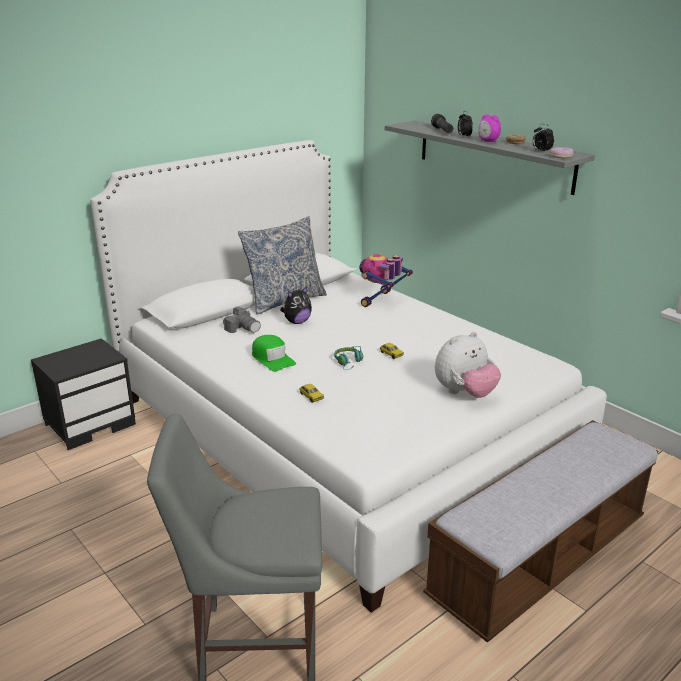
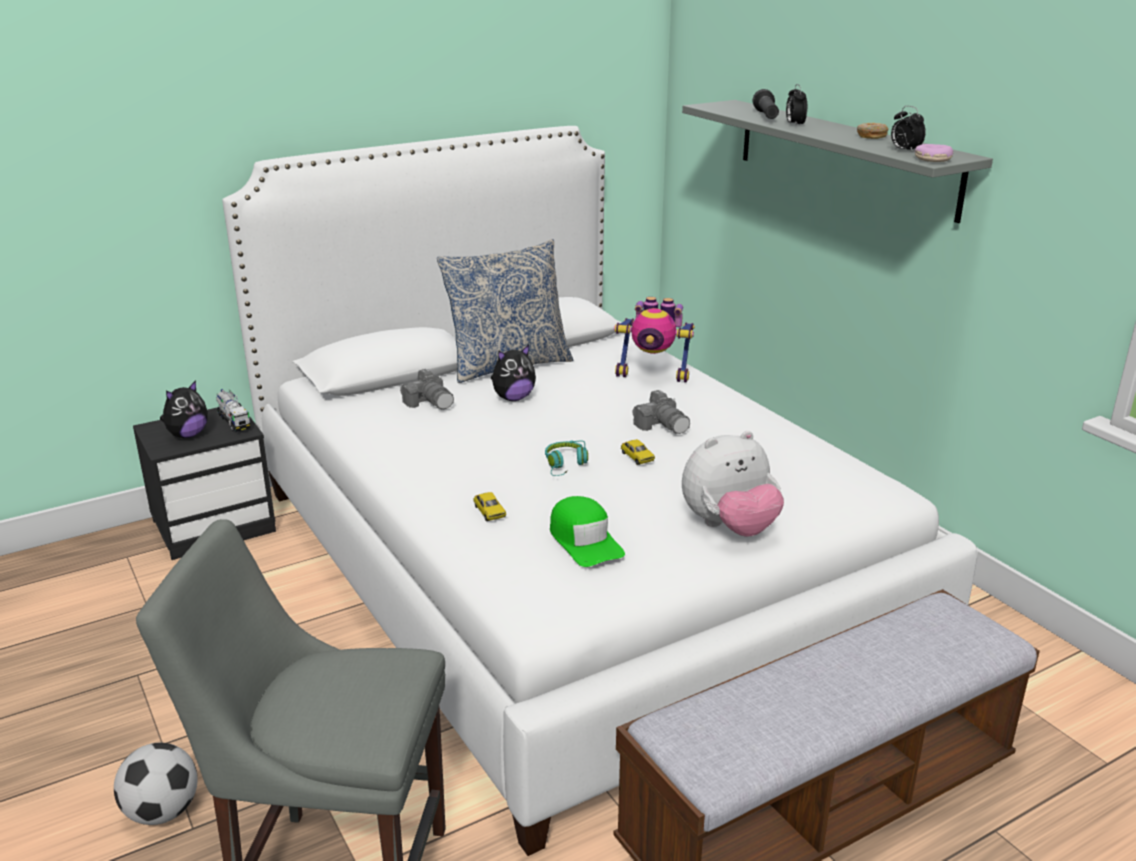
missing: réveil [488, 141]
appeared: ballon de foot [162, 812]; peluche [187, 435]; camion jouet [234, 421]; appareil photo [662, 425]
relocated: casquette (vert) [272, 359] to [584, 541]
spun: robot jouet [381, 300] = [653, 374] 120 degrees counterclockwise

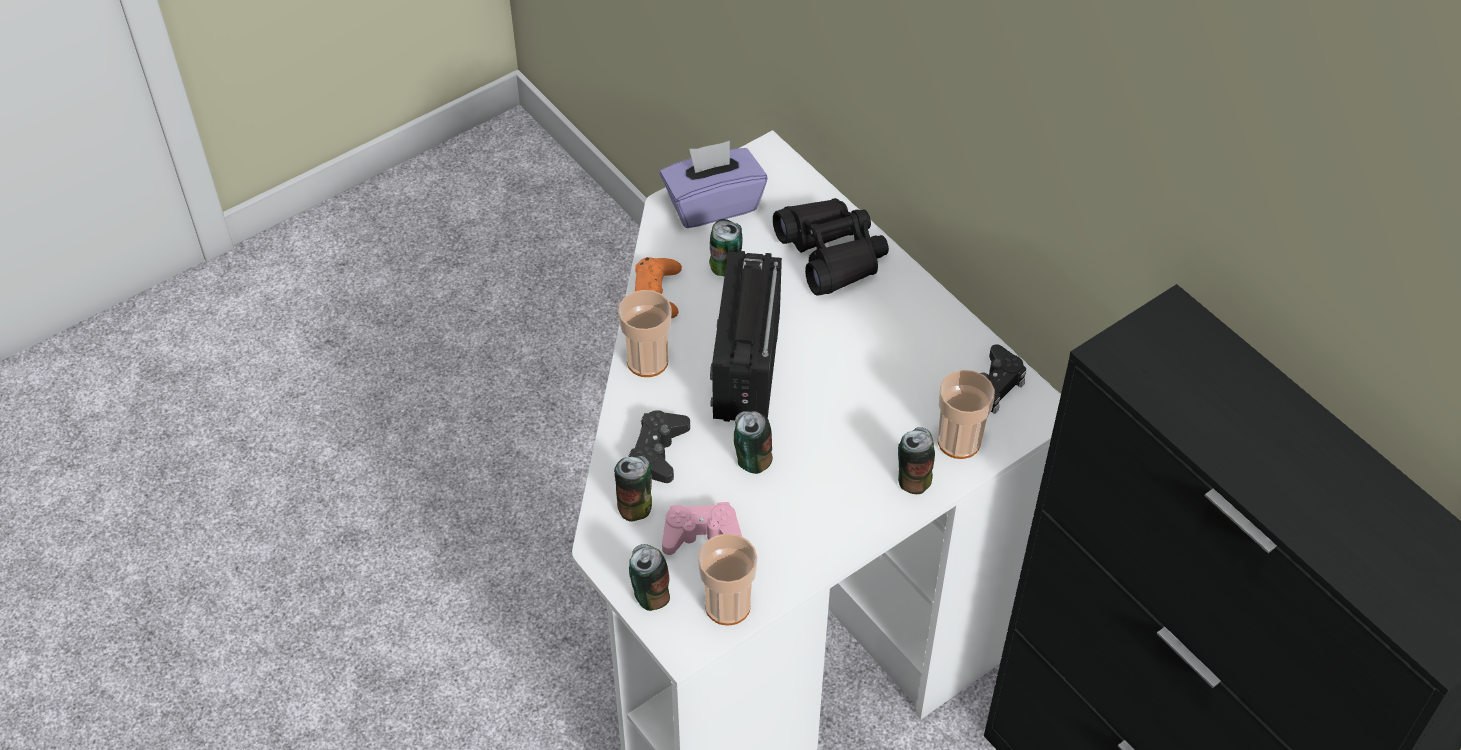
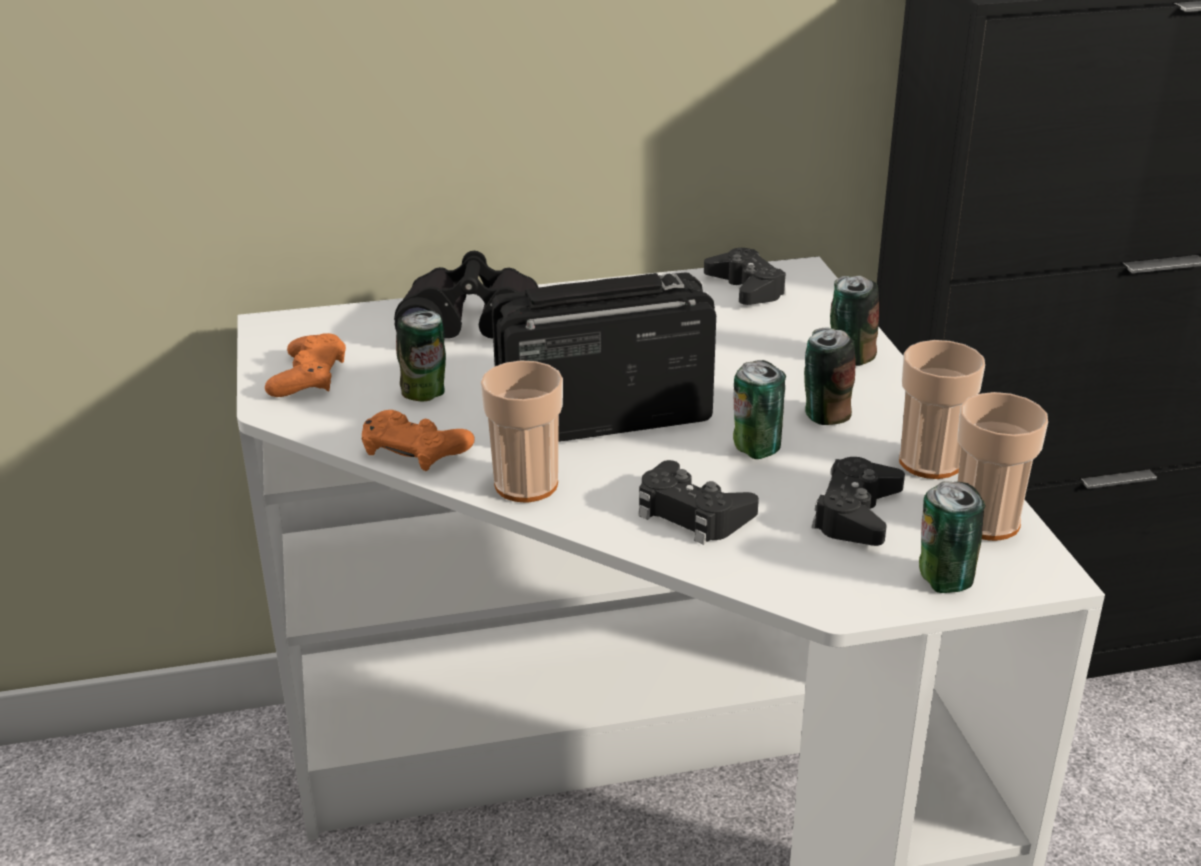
relocated: boîte métallique [635, 506] to [825, 415]; tasse [959, 441] to [930, 462]
exchanged: boîte à mouchoirs (violet) [713, 204] to manette (orange) [308, 377]
colour: manette (rose) [701, 534] to manette (noir) [856, 513]
spun: radio [746, 368] = [601, 417] 135 degrees clockwise

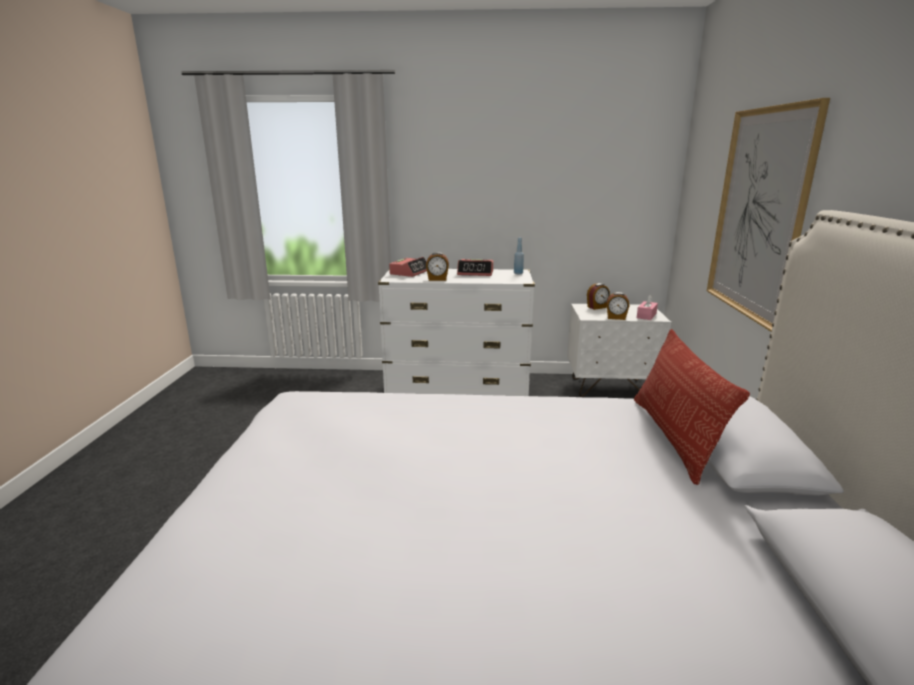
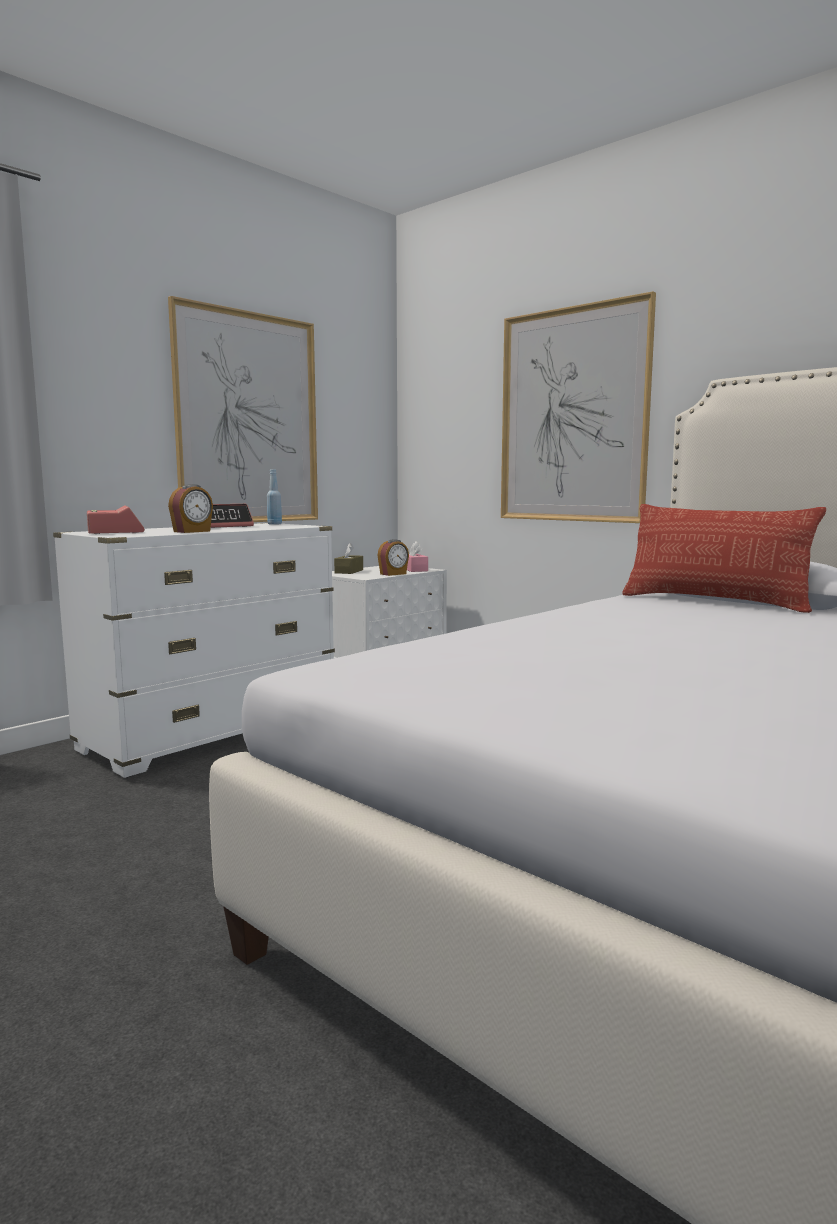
appeared: tableau [248, 419]
exchanged: réveil [597, 307] to boîte à mouchoirs (marron) [349, 571]

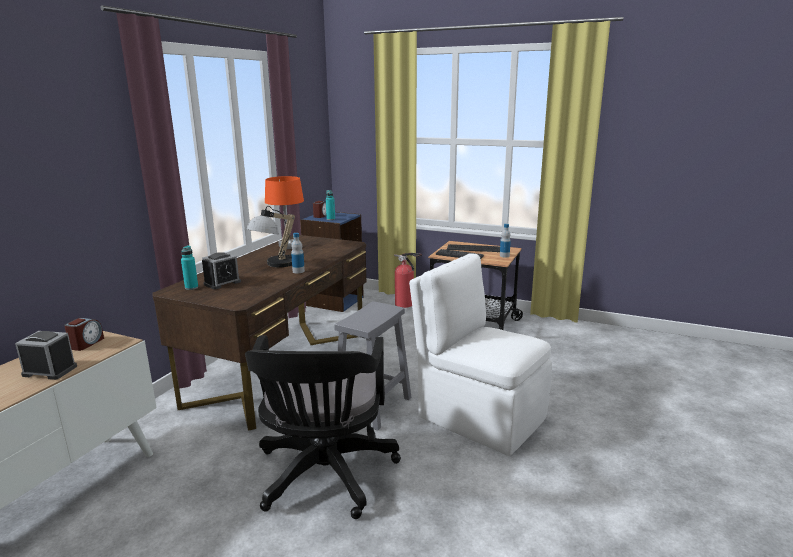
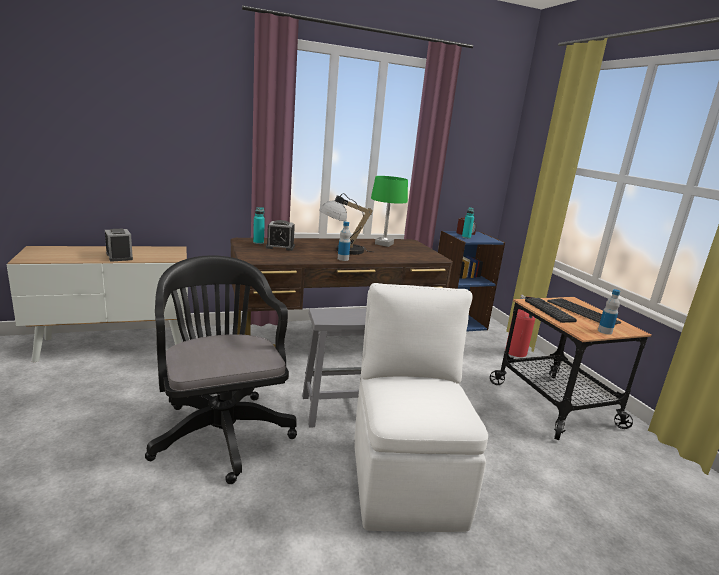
missing: réveil [86, 343]
colour: lampe de table (orange) [288, 247] to lampe de table (vert) [384, 244]
spun: chaise de bureau (noir) [324, 477] = [221, 430] 105 degrees clockwise

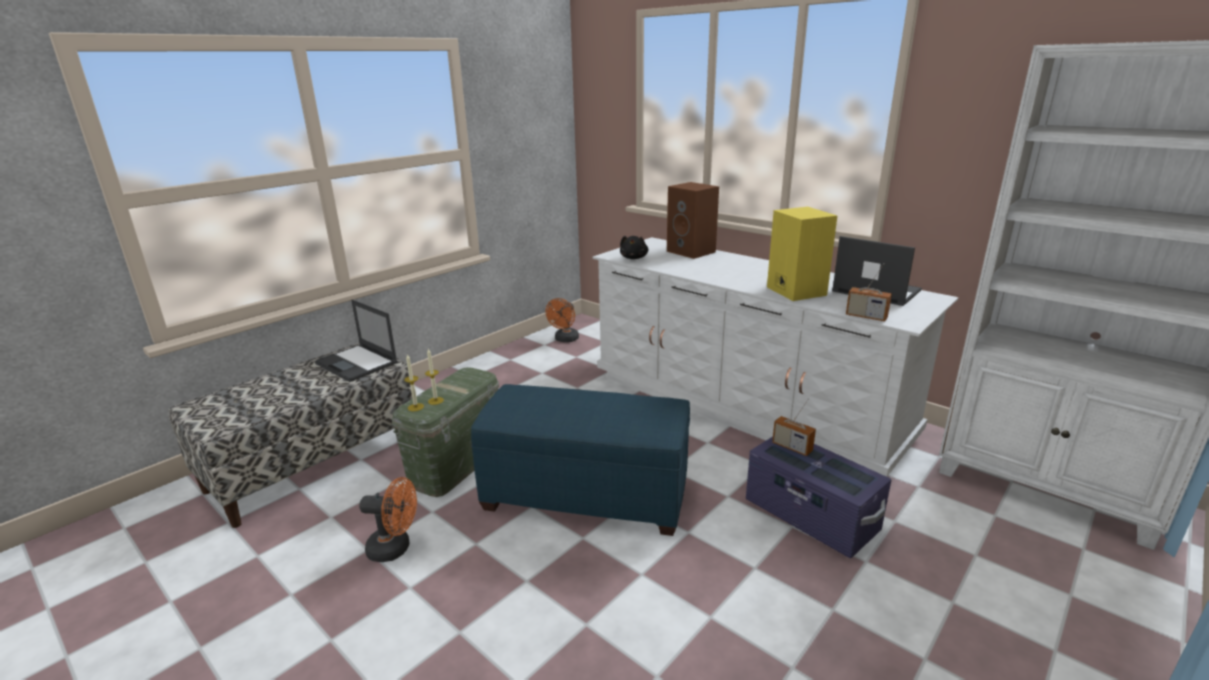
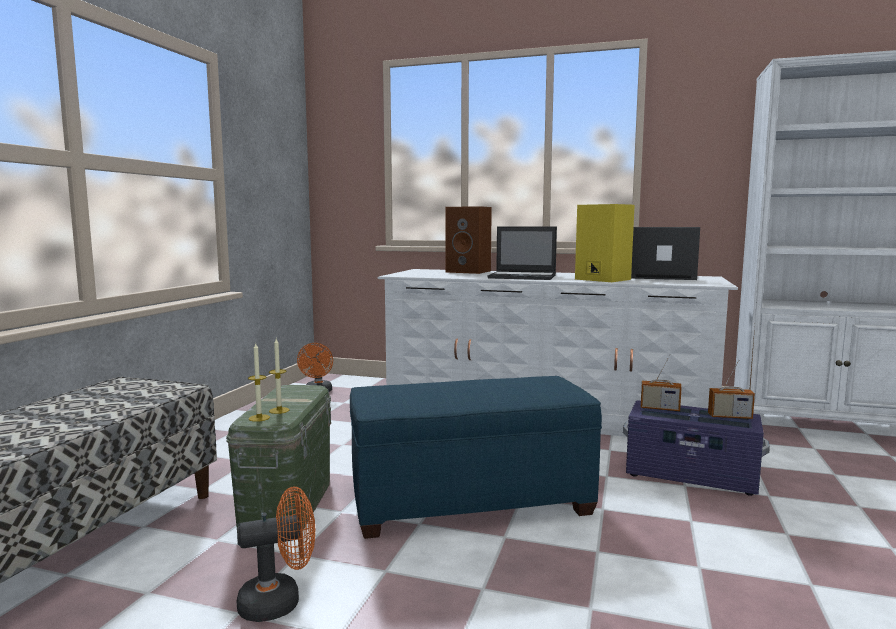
missing: peluche (noir) [634, 258]
relocated: ordinateur portable [357, 363] to [523, 277]; radio [866, 316] to [729, 416]

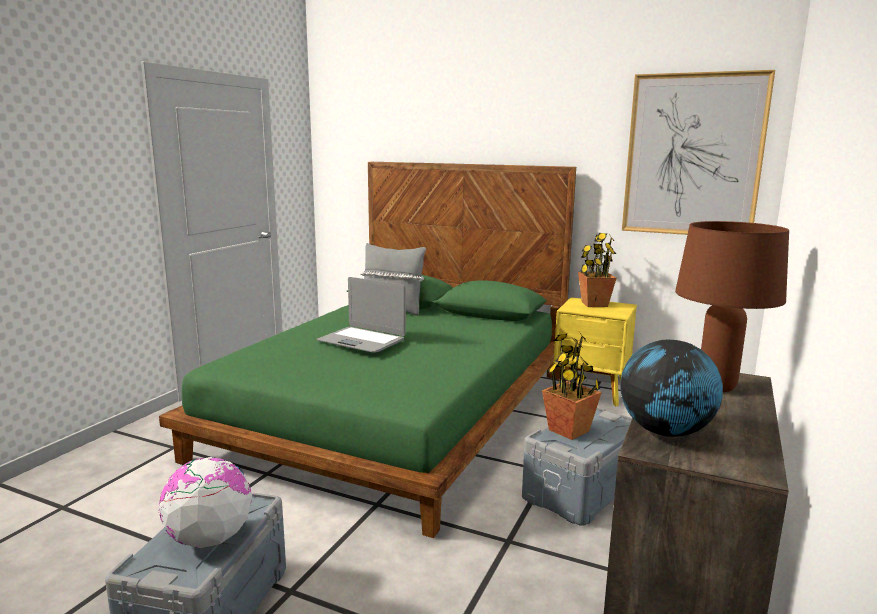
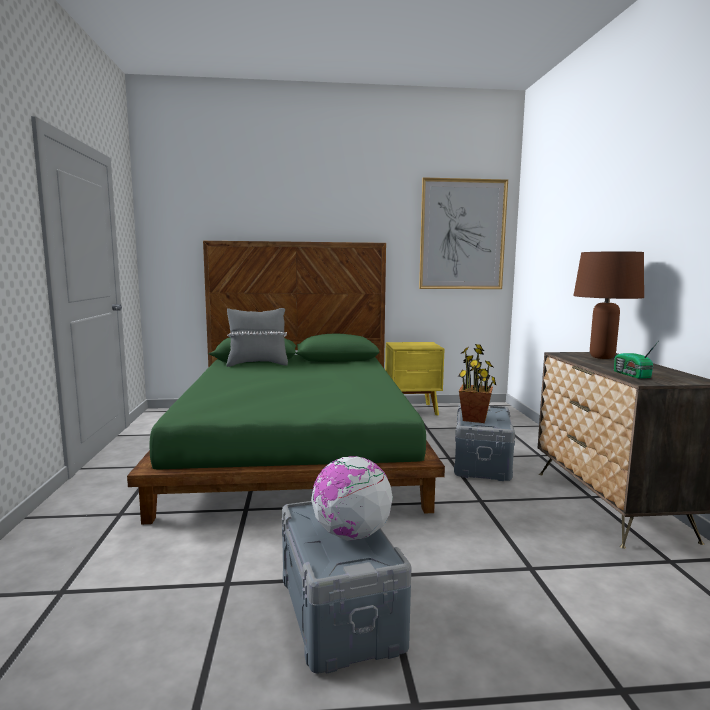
missing: ordinateur portable [362, 340]; plante en pot [594, 304]
exchanged: globe [665, 432] to radio [631, 375]

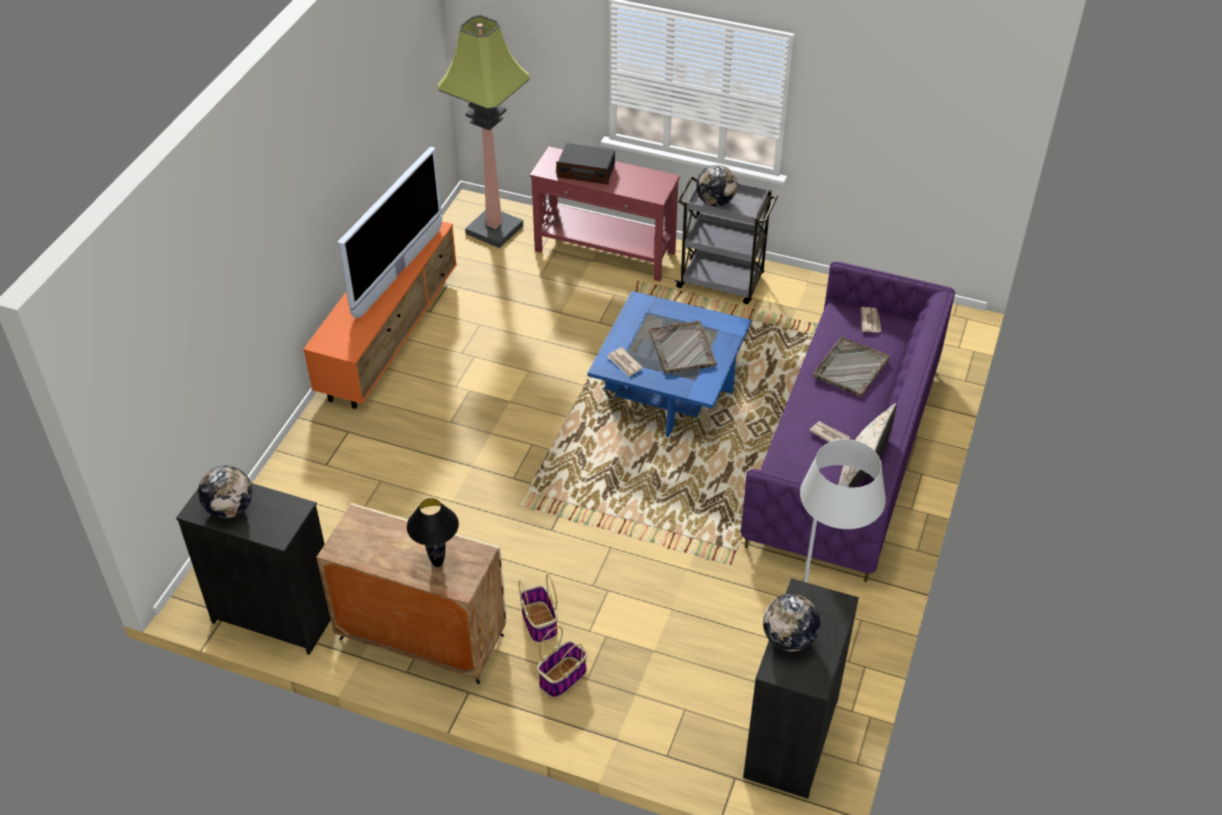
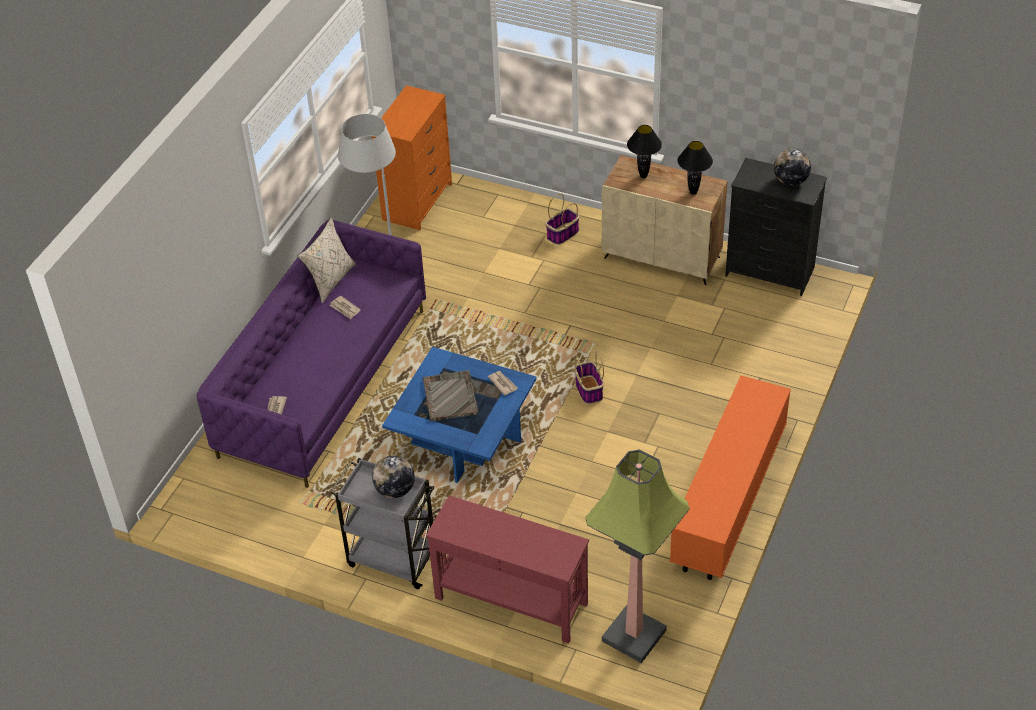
missing: téléviseur [398, 272]; radio [586, 171]; globe [789, 639]; plateau (gris) [850, 368]
appeared: lampe de table (noir) [693, 192]
relocated: panier [540, 622] to [588, 390]
colour: commode (noir) [790, 738] to commode (orange) [418, 202]

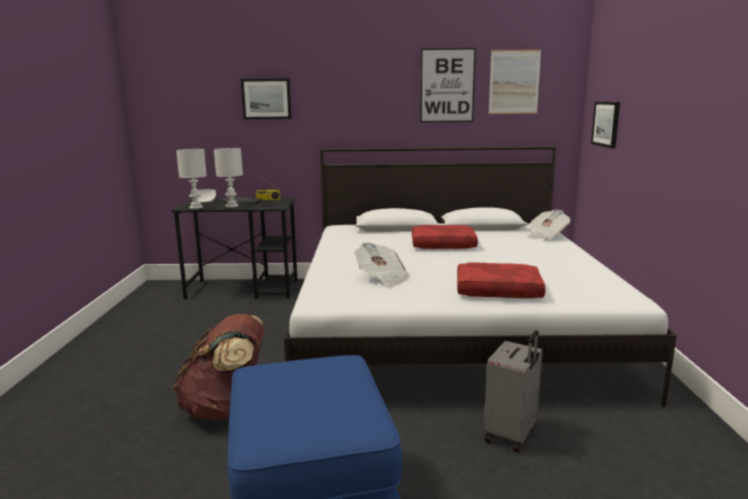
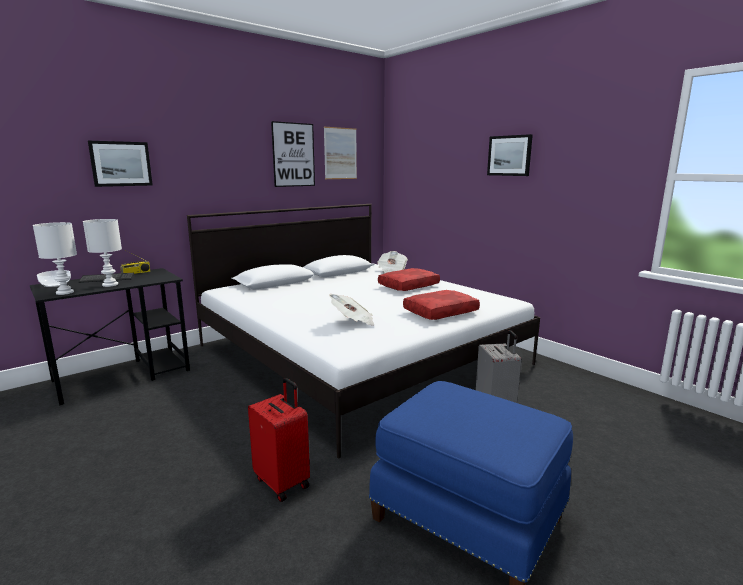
relocated: coussin (rouge) [443, 245] to [408, 286]; tableau [606, 124] to [509, 155]
exchanged: sac à dos (marron) [226, 408] to valise (rouge) [283, 482]

